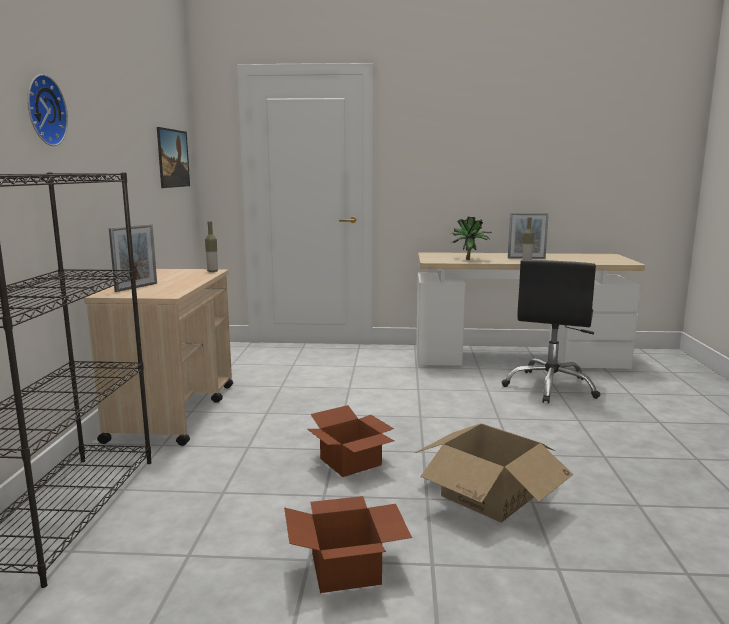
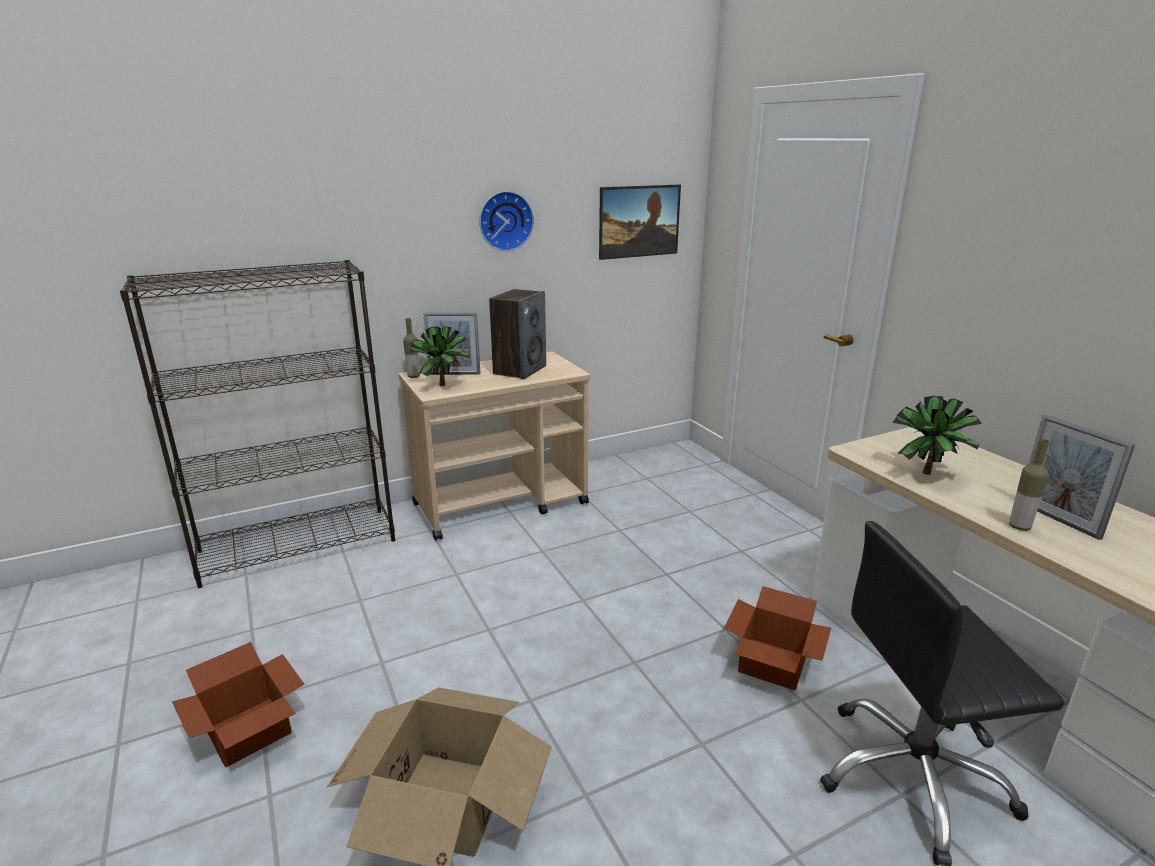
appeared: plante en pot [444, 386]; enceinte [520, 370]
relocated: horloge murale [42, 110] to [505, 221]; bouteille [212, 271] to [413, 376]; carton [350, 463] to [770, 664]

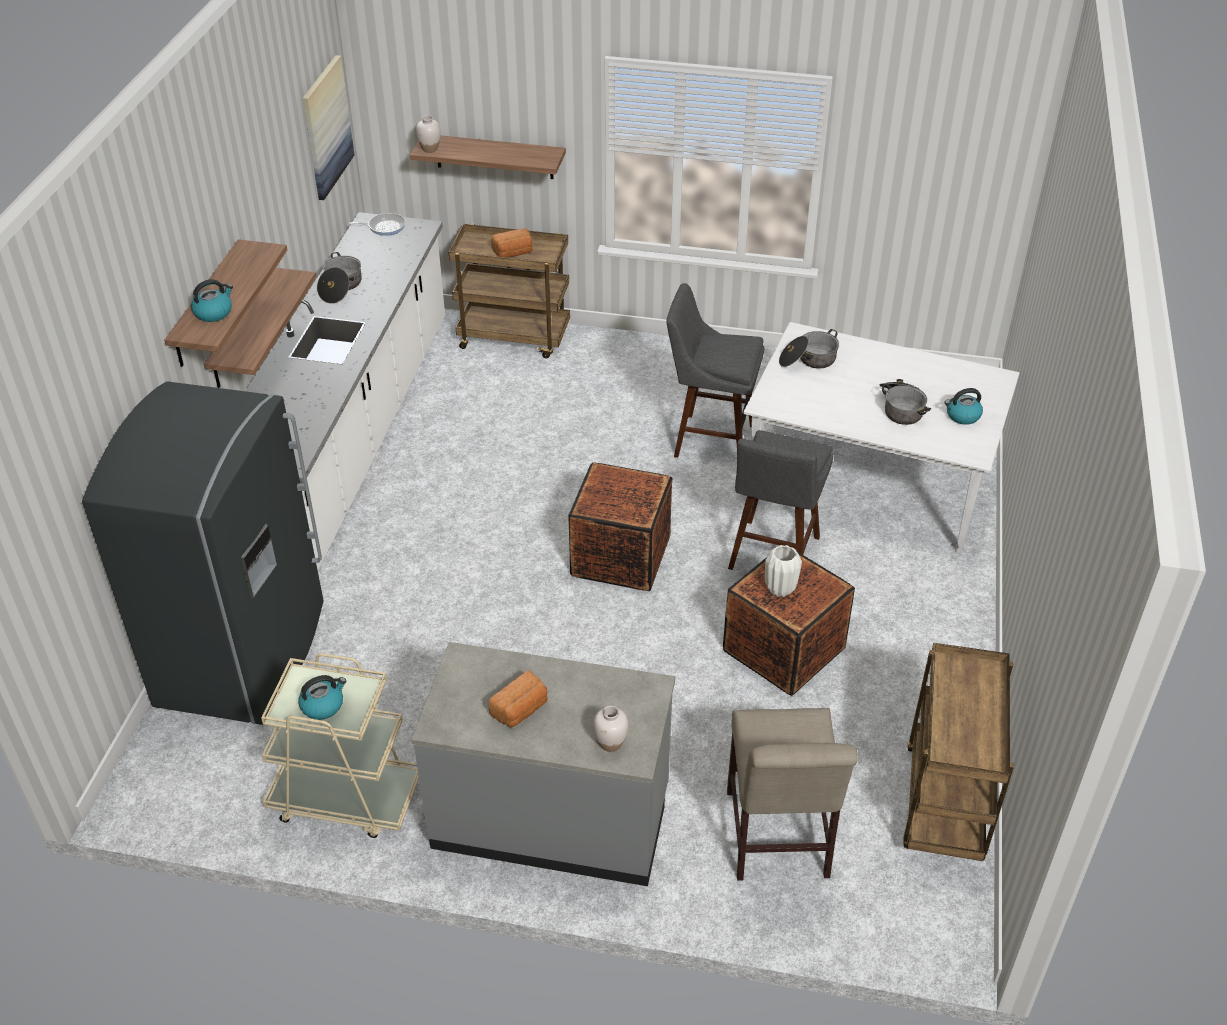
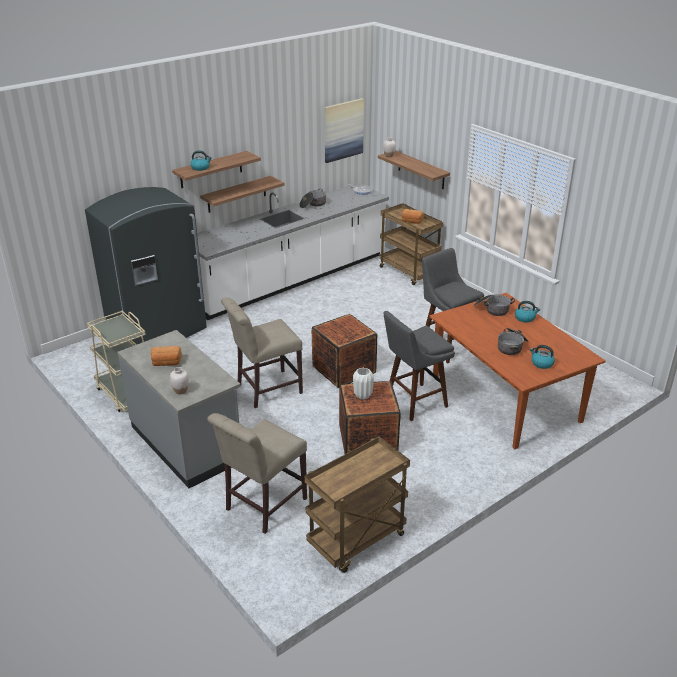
appeared: chaise (beige) [265, 389]
relocated: bouilloire [323, 705] to [525, 318]
colour: table à manger (blanc) [869, 483] to table à manger (marron) [506, 398]

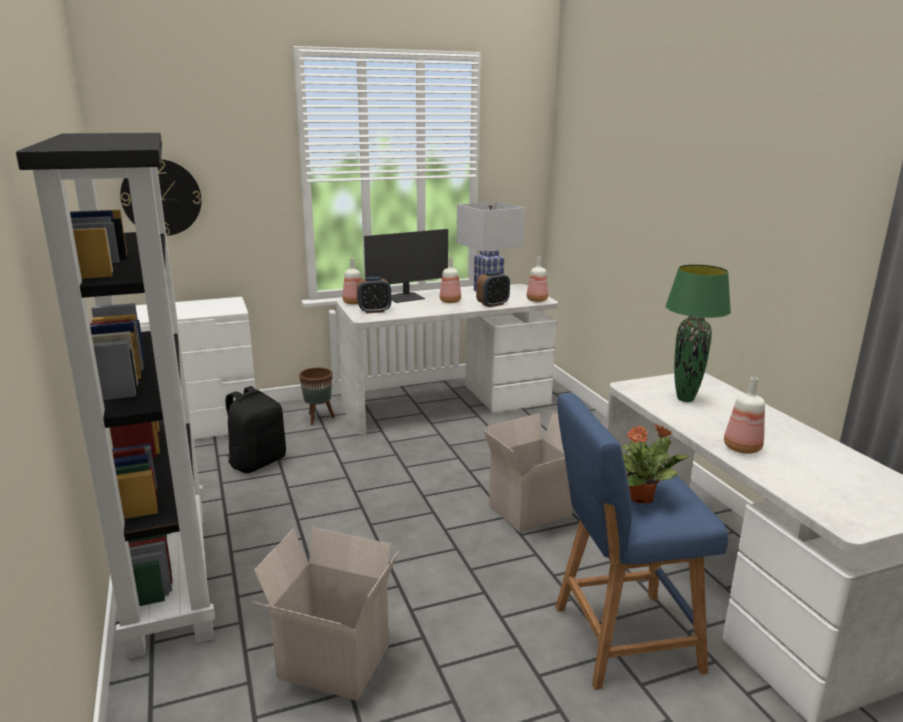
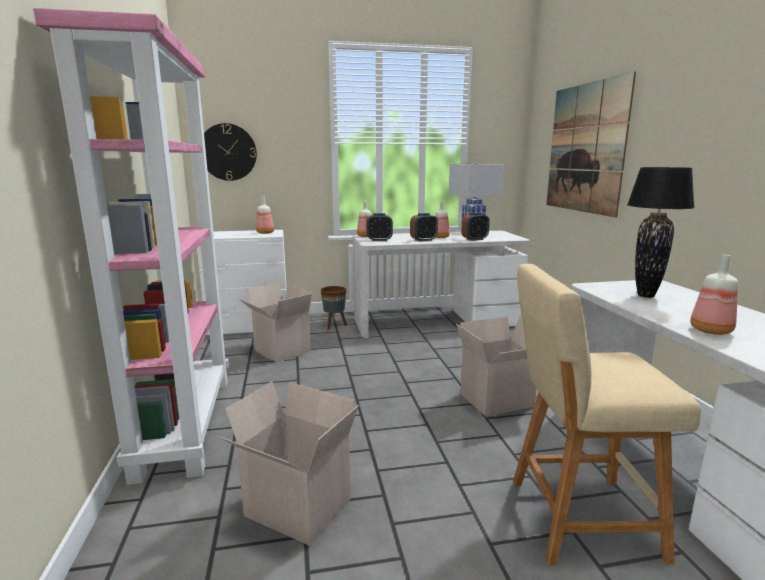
missing: écran d'ordinateur [405, 298]; plante en pot [642, 498]
appeared: réveil [423, 240]; tableau [585, 148]
relocated: bouteille [537, 300] to [265, 233]
exchanged: sac à dos (noir) [257, 462] to carton [280, 350]
colour: bibliothèque (noir) [168, 575] to bibliothèque (rose) [185, 423]; tabouret (bleu) [619, 639] to tabouret (beige) [576, 518]; lampe de table (vert) [686, 399] to lampe de table (noir) [646, 296]

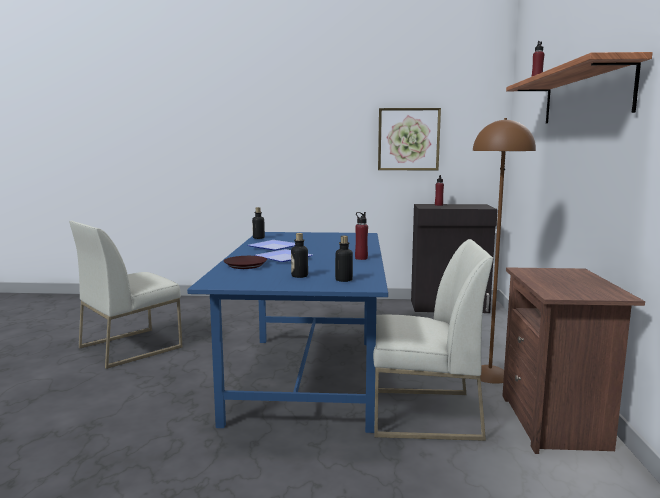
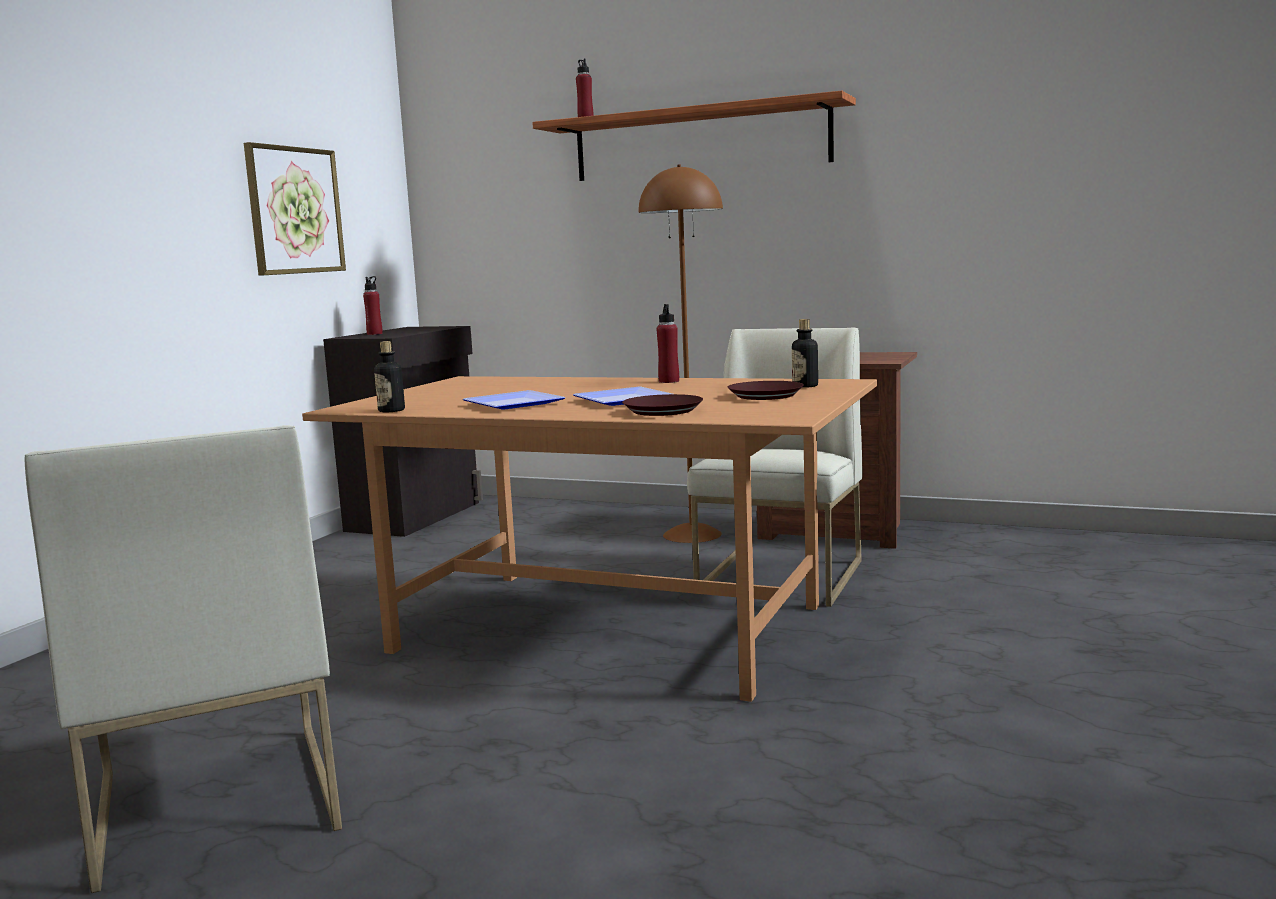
exchanged: bouteille [299, 276] to assiette (marron) [766, 396]
colour: table à manger (bleu) [307, 379] to table à manger (marron) [613, 627]

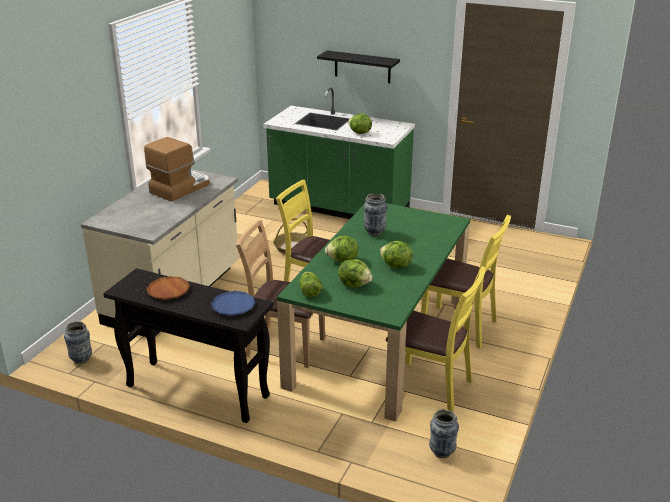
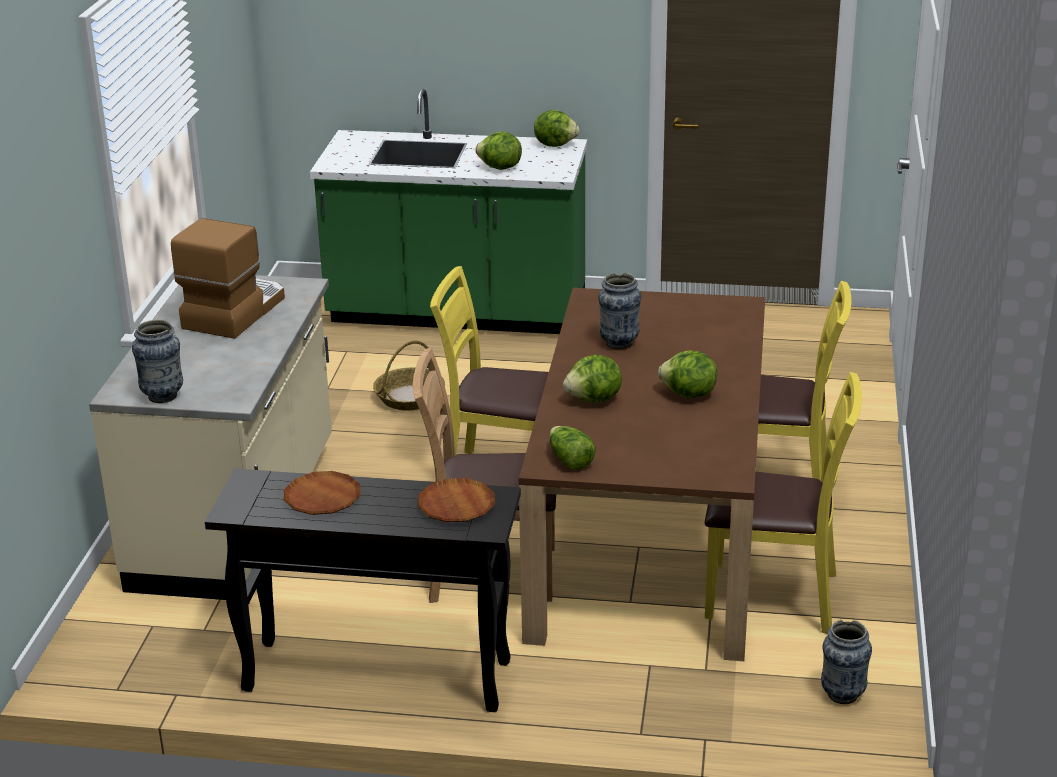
missing: étagère (noir) [362, 67]
relocated: vase [81, 359] to [163, 396]; laitue [354, 284] to [555, 144]
colour: assiette (bleu) [233, 306] to assiette (marron) [456, 505]; table à manger (vert) [378, 341] to table à manger (marron) [648, 535]

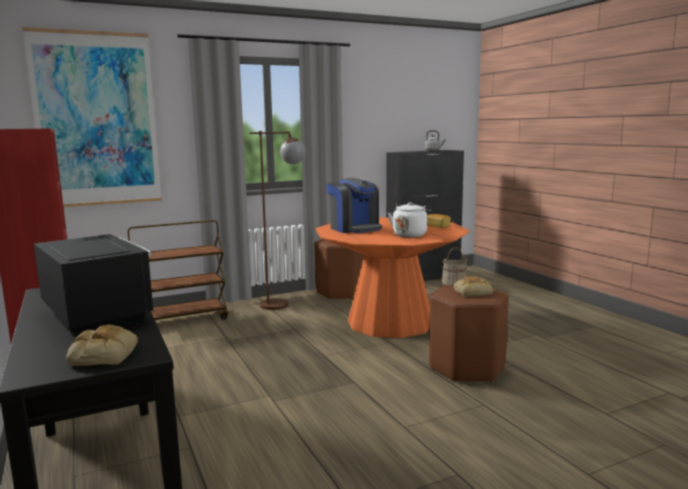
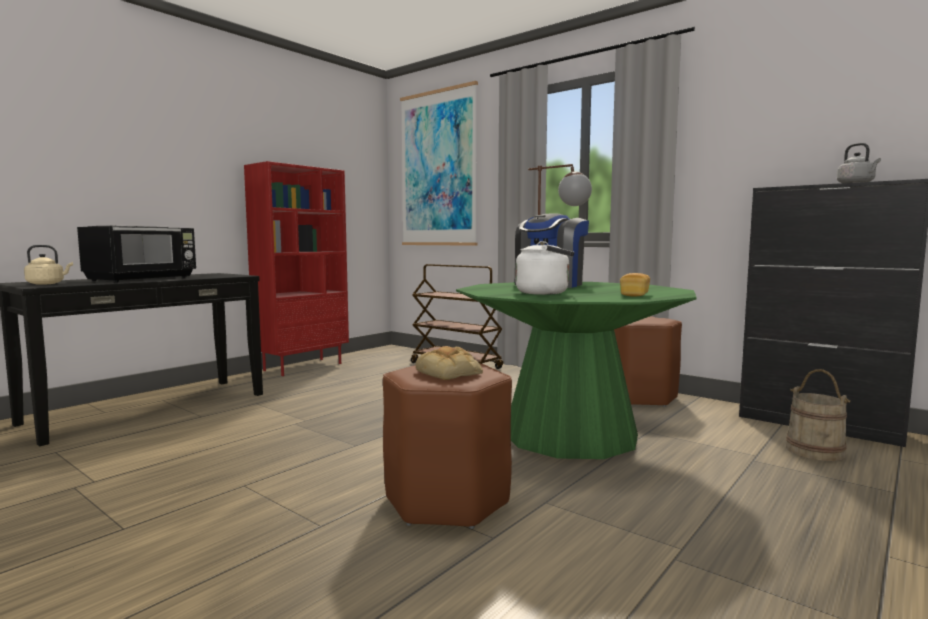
exchanged: pain [103, 355] to bouilloire (beige) [47, 283]
colour: table à manger (orange) [390, 322] to table à manger (vert) [570, 434]

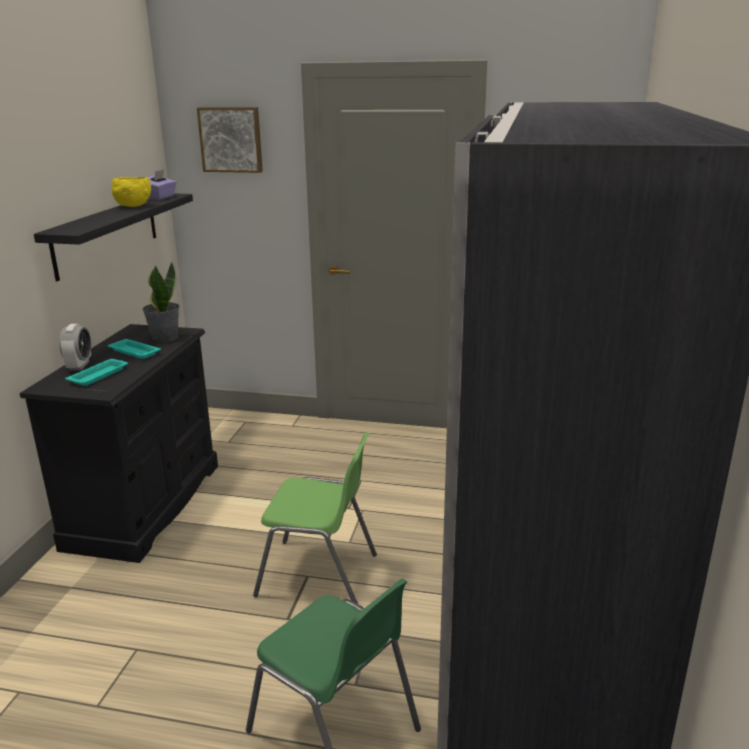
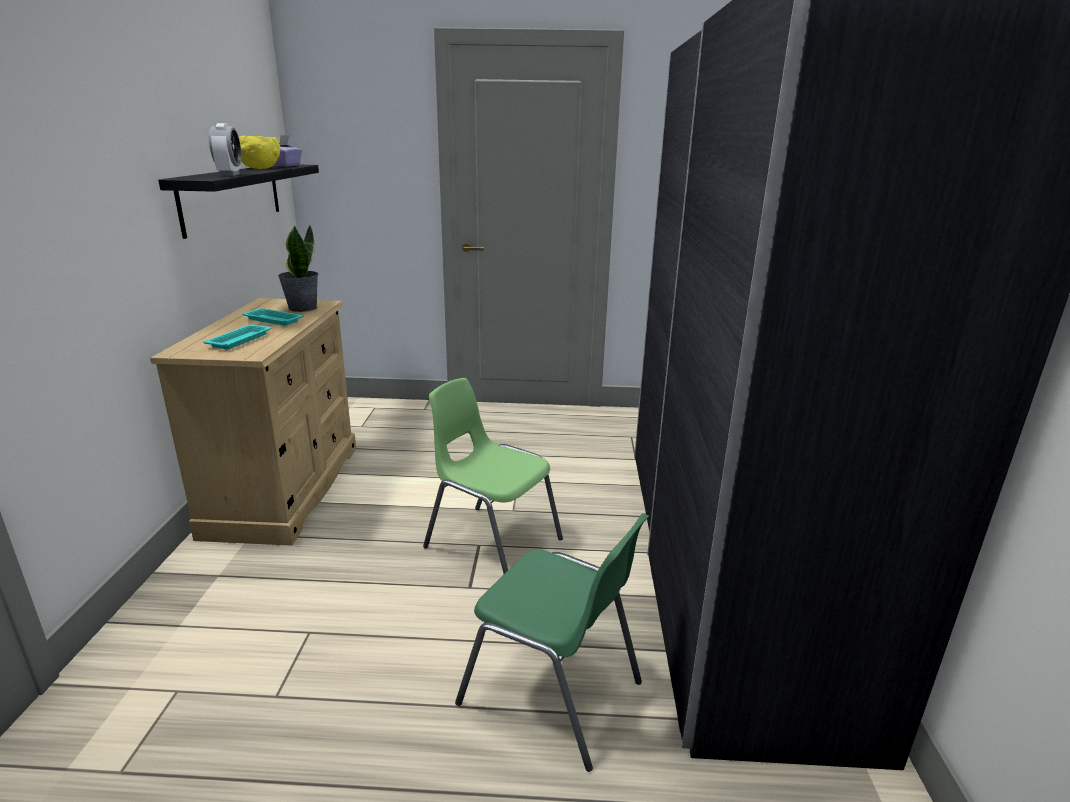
missing: tableau [231, 139]
relocated: réveil [79, 366] to [229, 174]
colour: commode (noir) [145, 504] to commode (beige) [286, 489]
spun: chaise (vert) [319, 575] = [491, 543] 150 degrees counterclockwise

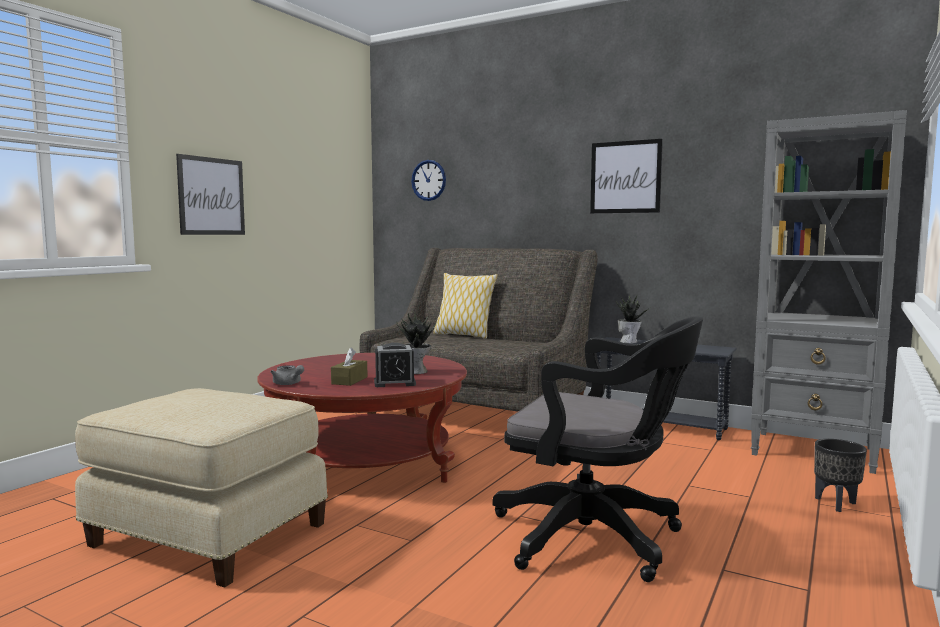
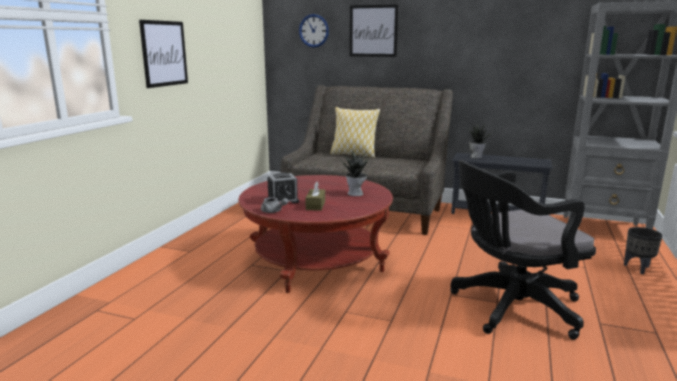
missing: pouf (beige) [206, 536]
relocated: réveil [394, 383] to [283, 201]; tableau [625, 177] to [373, 31]
spun: chaise de bureau (noir) [596, 538] = [510, 308] 150 degrees clockwise

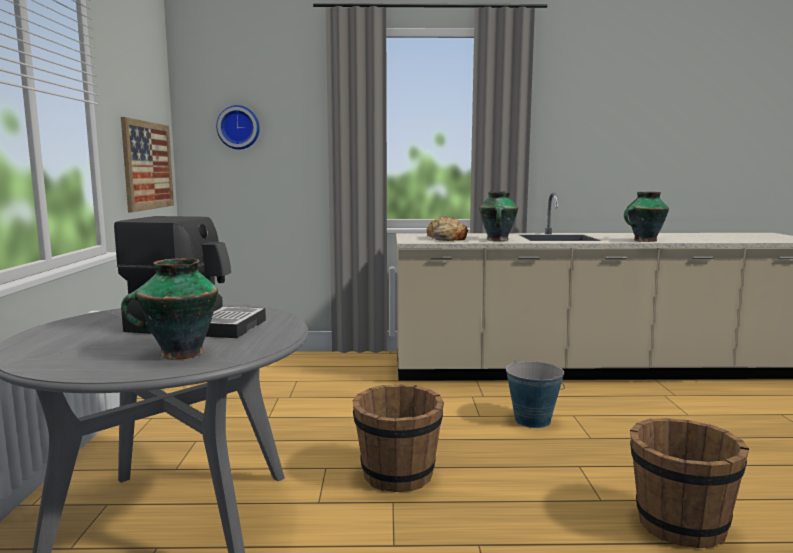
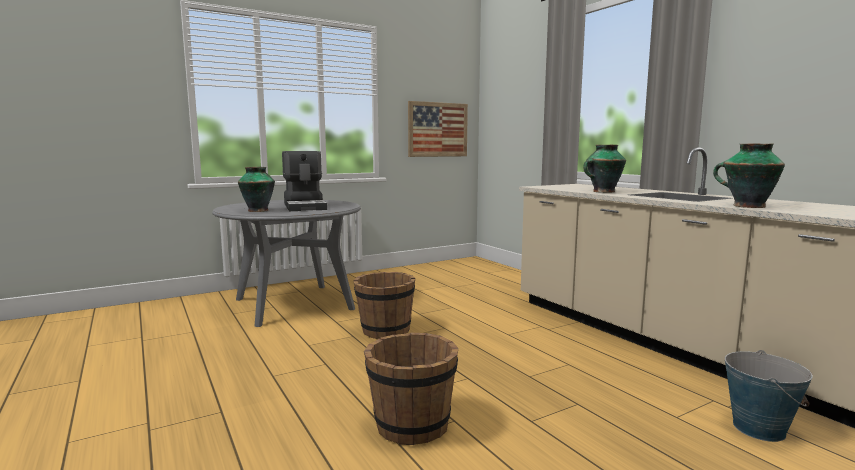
missing: horloge murale [239, 127]; pain [446, 239]
relocated: seau [532, 420] to [758, 428]

